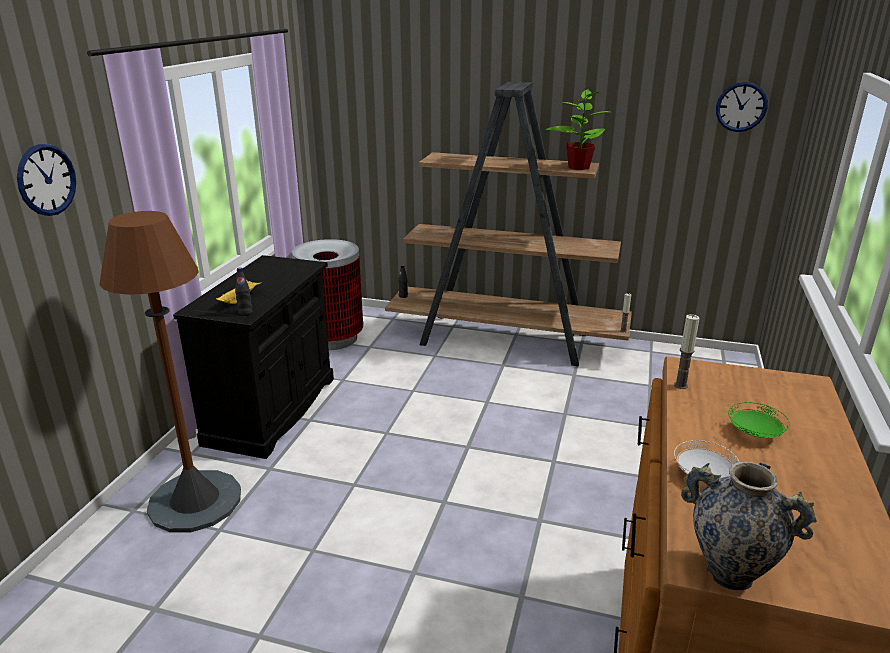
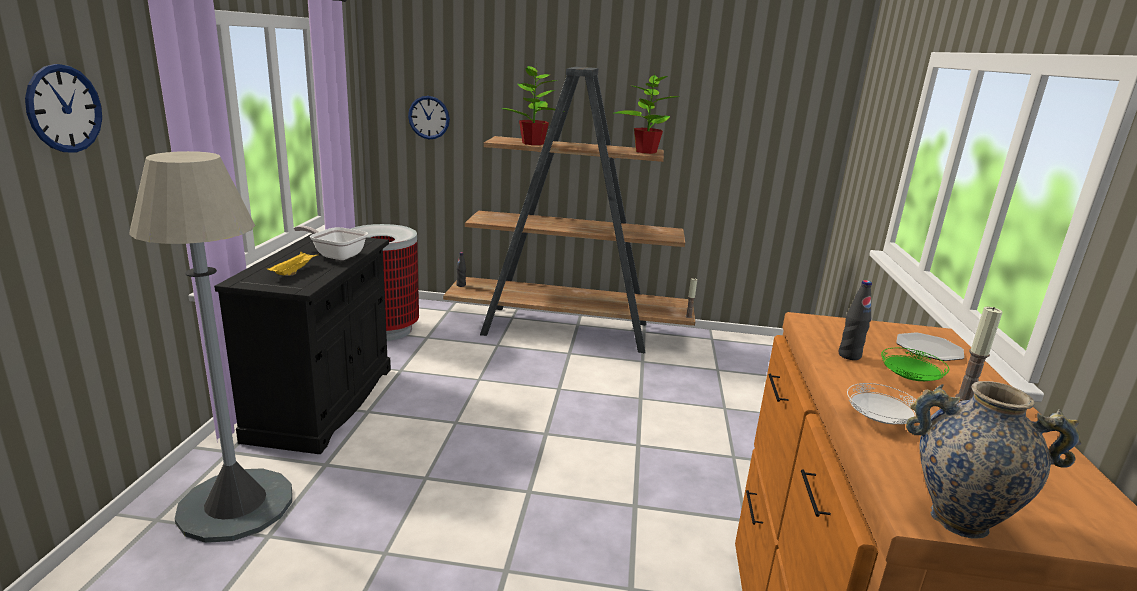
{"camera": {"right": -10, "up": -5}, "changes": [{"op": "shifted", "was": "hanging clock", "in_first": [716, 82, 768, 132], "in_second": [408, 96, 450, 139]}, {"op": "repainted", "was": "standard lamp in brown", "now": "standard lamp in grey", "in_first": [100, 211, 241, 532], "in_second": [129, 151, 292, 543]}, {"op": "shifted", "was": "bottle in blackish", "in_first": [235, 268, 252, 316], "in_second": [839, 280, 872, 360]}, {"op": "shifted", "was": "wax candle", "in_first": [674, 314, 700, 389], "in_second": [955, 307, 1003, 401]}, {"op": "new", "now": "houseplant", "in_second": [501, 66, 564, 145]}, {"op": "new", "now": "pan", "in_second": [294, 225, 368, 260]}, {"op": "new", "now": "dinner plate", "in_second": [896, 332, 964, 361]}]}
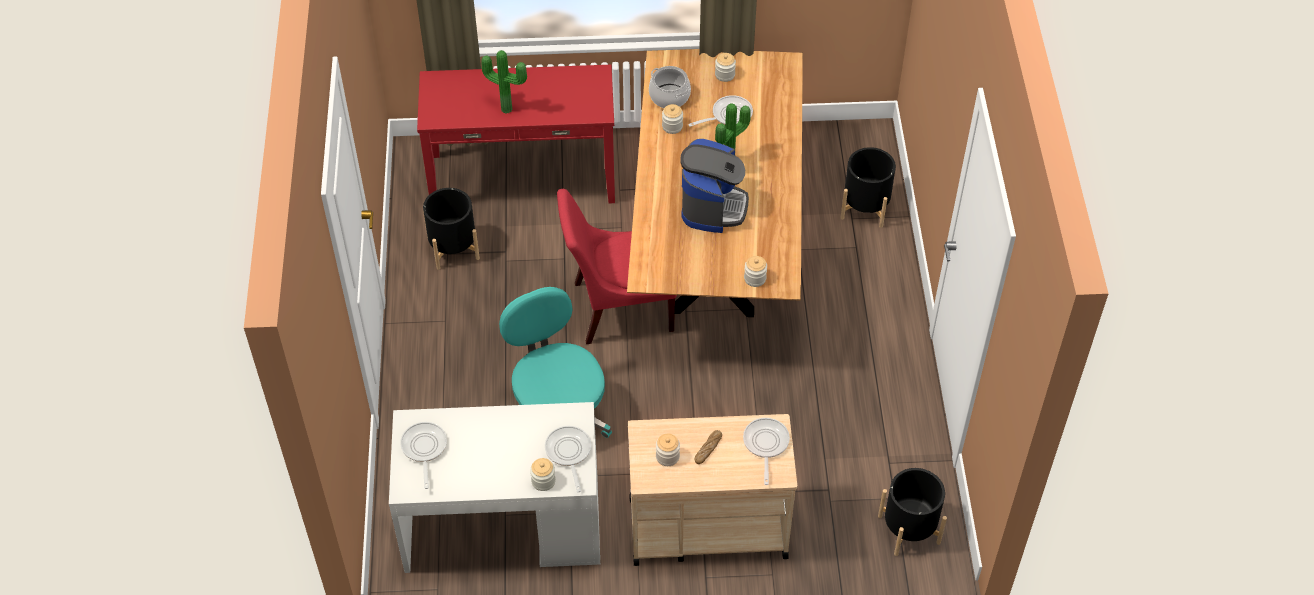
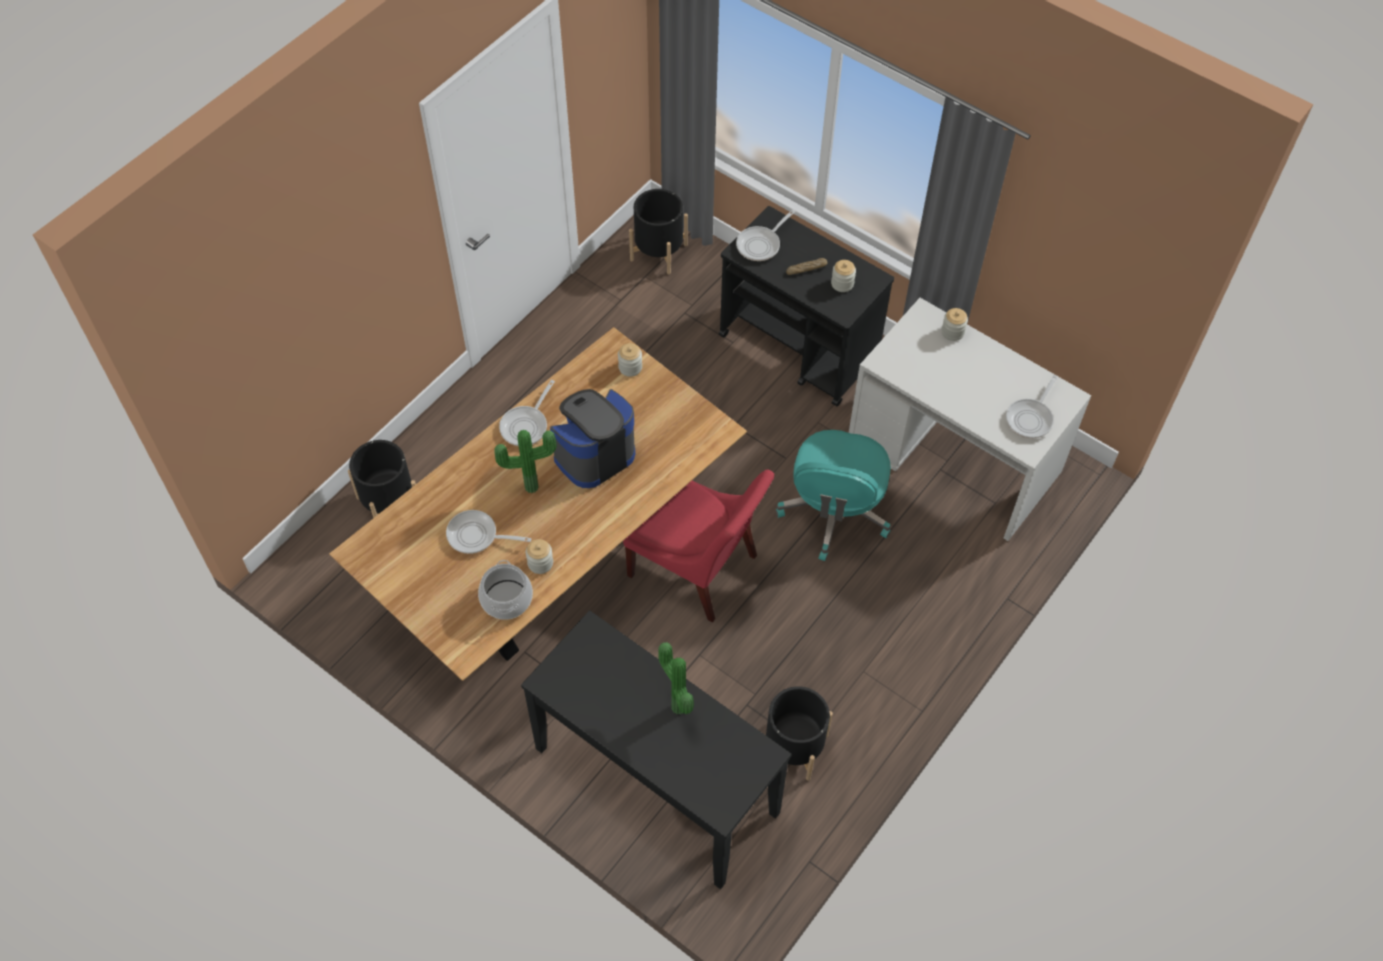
{"camera": {"right": -140, "up": 5}, "changes": [{"op": "gone", "was": "preserve jar", "in_first": [715, 53, 736, 82]}, {"op": "repainted", "was": "hall table in reddish", "now": "hall table in blackish", "in_first": [417, 65, 615, 203], "in_second": [521, 610, 792, 889]}, {"op": "repainted", "was": "trolley in beige-coloured", "now": "trolley in blackish", "in_first": [628, 414, 797, 566], "in_second": [719, 206, 894, 406]}, {"op": "shifted", "was": "pan", "in_first": [545, 426, 591, 492], "in_second": [499, 380, 555, 446]}]}
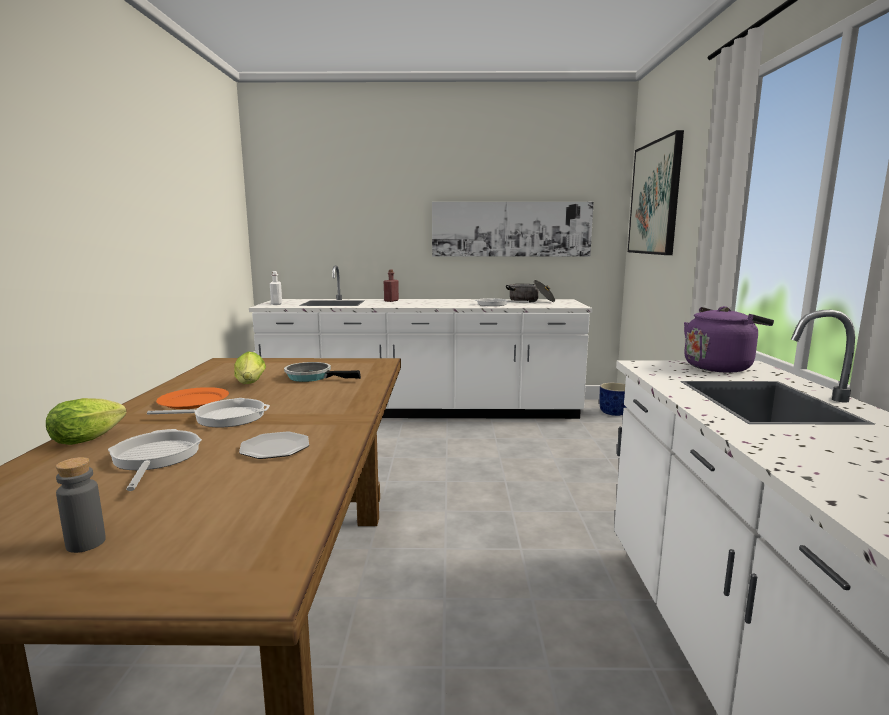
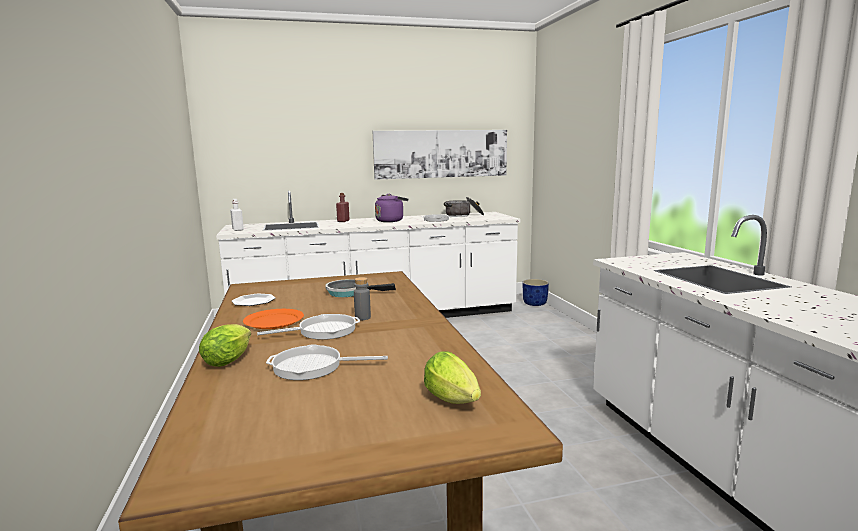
{"camera": {"right": -15, "up": 0}, "changes": [{"op": "gone", "was": "picture", "in_first": [628, 130, 684, 255]}, {"op": "shifted", "was": "tea kettle in purple", "in_first": [684, 306, 774, 372], "in_second": [375, 194, 408, 222]}, {"op": "shifted", "was": "lettuce", "in_first": [234, 351, 266, 384], "in_second": [424, 352, 481, 404]}, {"op": "rotated", "was": "pan", "in_first": [108, 429, 202, 491], "in_second": [266, 344, 388, 380], "clockwise": -60}, {"op": "shifted", "was": "dinner plate", "in_first": [239, 431, 309, 459], "in_second": [232, 294, 275, 306]}, {"op": "shifted", "was": "bottle in grey", "in_first": [56, 457, 106, 553], "in_second": [354, 277, 371, 320]}]}
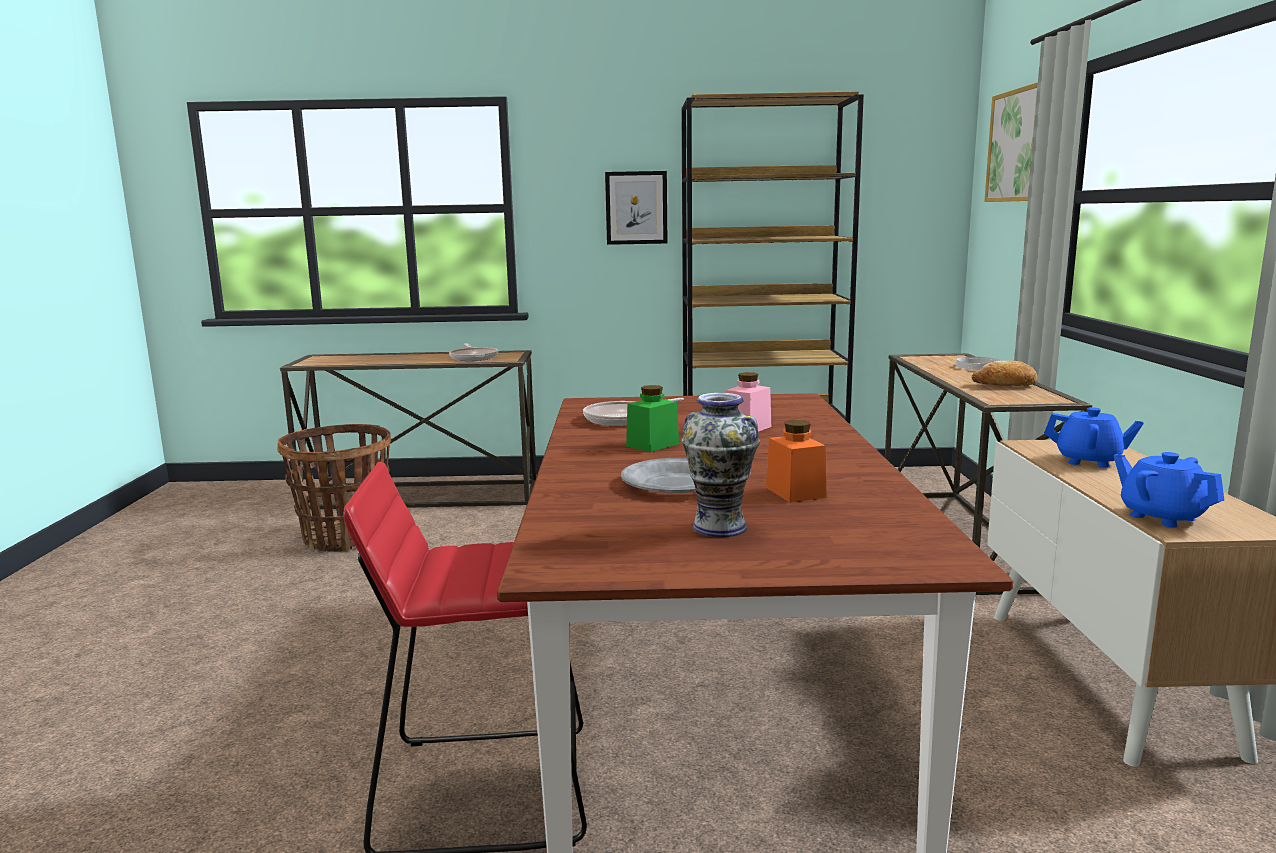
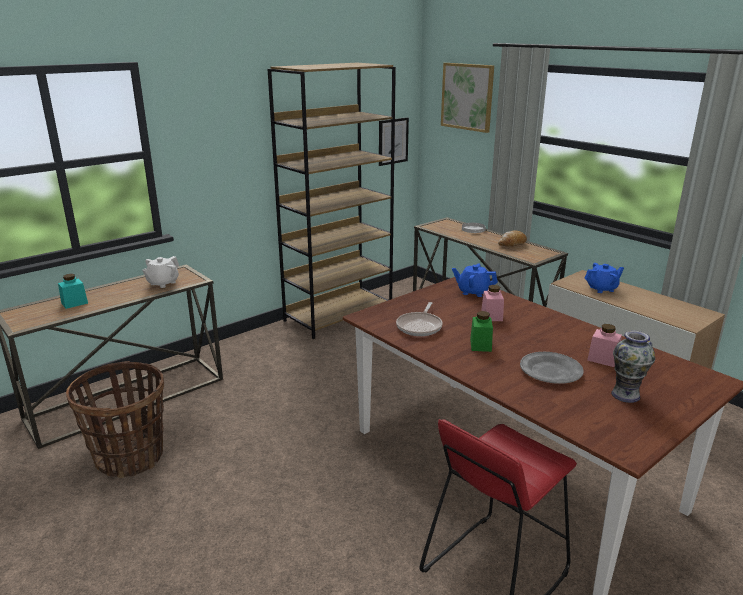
{"camera": {"right": -40, "up": 10}, "changes": [{"op": "shifted", "was": "picture", "in_first": [605, 171, 668, 245], "in_second": [379, 117, 409, 166]}, {"op": "swapped", "was": "pan", "now": "teapot in whitish", "in_first": [449, 343, 498, 361], "in_second": [142, 256, 179, 288]}, {"op": "repainted", "was": "preserve jar in orange", "now": "preserve jar in pinkish", "in_first": [766, 420, 826, 502], "in_second": [587, 324, 622, 367]}, {"op": "shifted", "was": "teapot in blue", "in_first": [1114, 452, 1224, 527], "in_second": [452, 264, 498, 297]}, {"op": "new", "now": "preserve jar in turquoise-coloured", "in_second": [58, 274, 88, 309]}]}
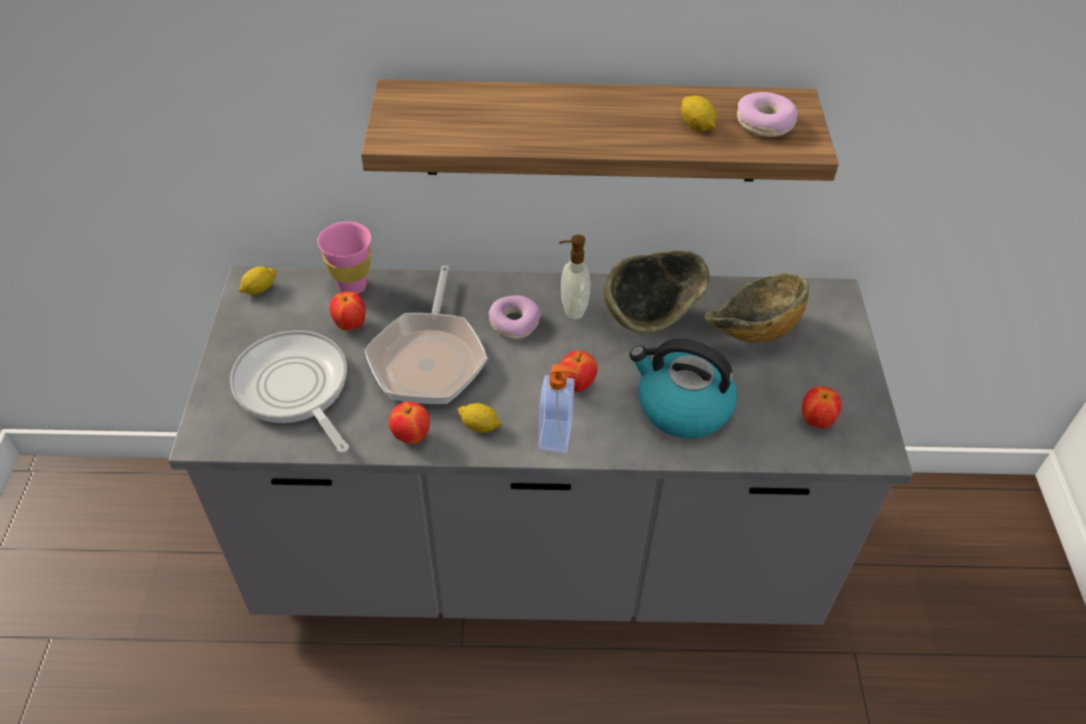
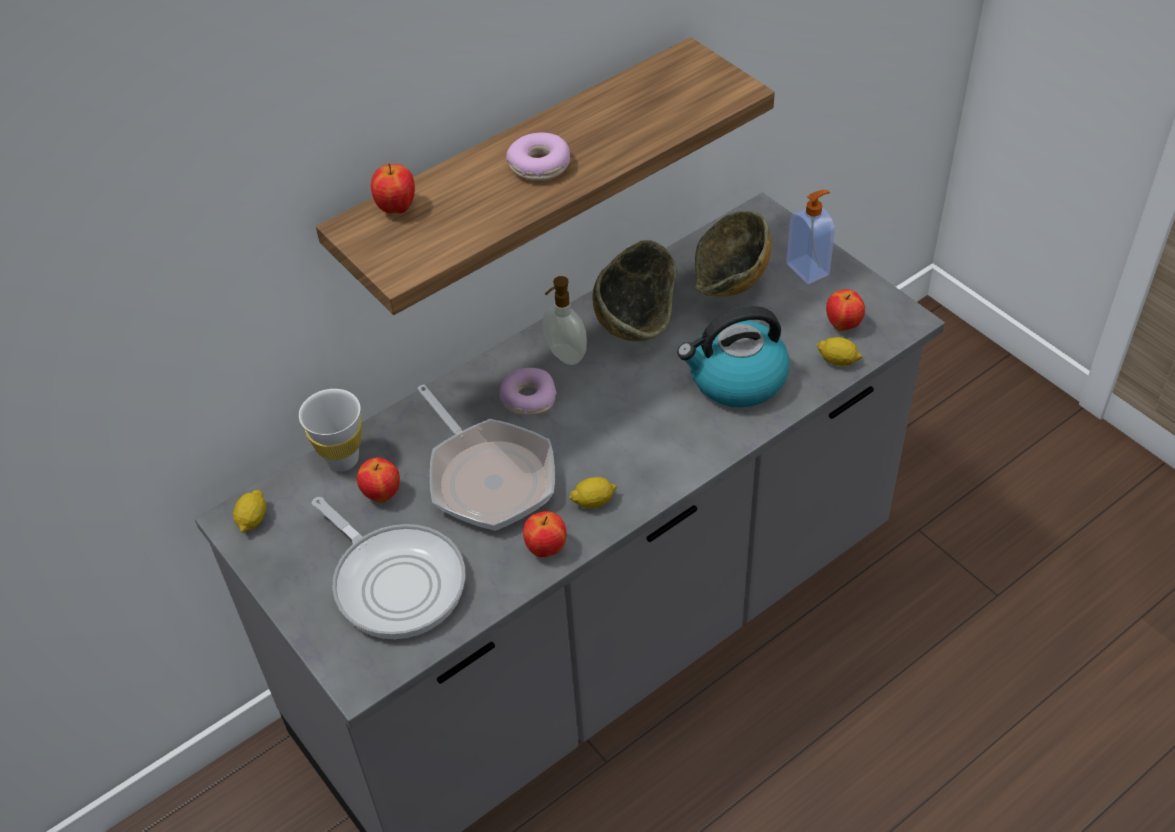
{"camera": {"right": -35, "up": 0}, "changes": [{"op": "shifted", "was": "donut", "in_first": [737, 92, 798, 137], "in_second": [506, 133, 570, 181]}, {"op": "shifted", "was": "lemon", "in_first": [681, 96, 716, 131], "in_second": [816, 337, 862, 366]}, {"op": "repainted", "was": "cup in pinkish", "now": "cup in whitish", "in_first": [317, 222, 371, 294], "in_second": [299, 389, 362, 472]}, {"op": "rotated", "was": "pan", "in_first": [230, 330, 349, 453], "in_second": [312, 497, 466, 639], "clockwise": -150}, {"op": "shifted", "was": "apple", "in_first": [560, 351, 598, 392], "in_second": [371, 164, 415, 214]}, {"op": "shifted", "was": "soap dispenser", "in_first": [539, 364, 577, 453], "in_second": [786, 190, 835, 284]}]}
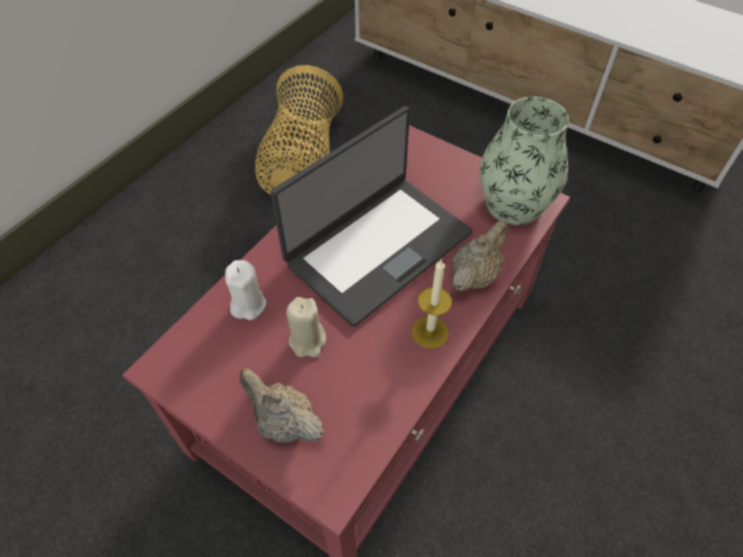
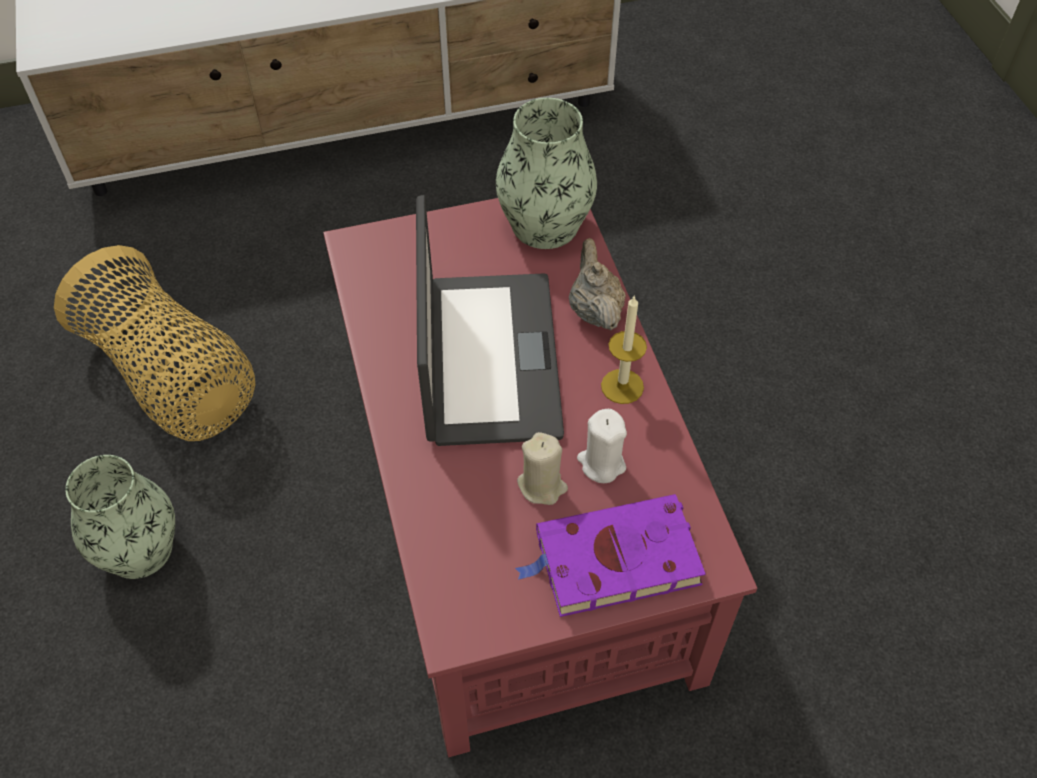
{"camera": {"right": -50, "up": 0}, "changes": [{"op": "shifted", "was": "wax candle in whitish", "in_first": [225, 260, 267, 320], "in_second": [577, 409, 627, 483]}, {"op": "swapped", "was": "teapot in beige-coloured", "now": "volume in purple", "in_first": [239, 368, 324, 442], "in_second": [515, 494, 706, 617]}, {"op": "new", "now": "flower vase", "in_second": [65, 455, 175, 579]}]}
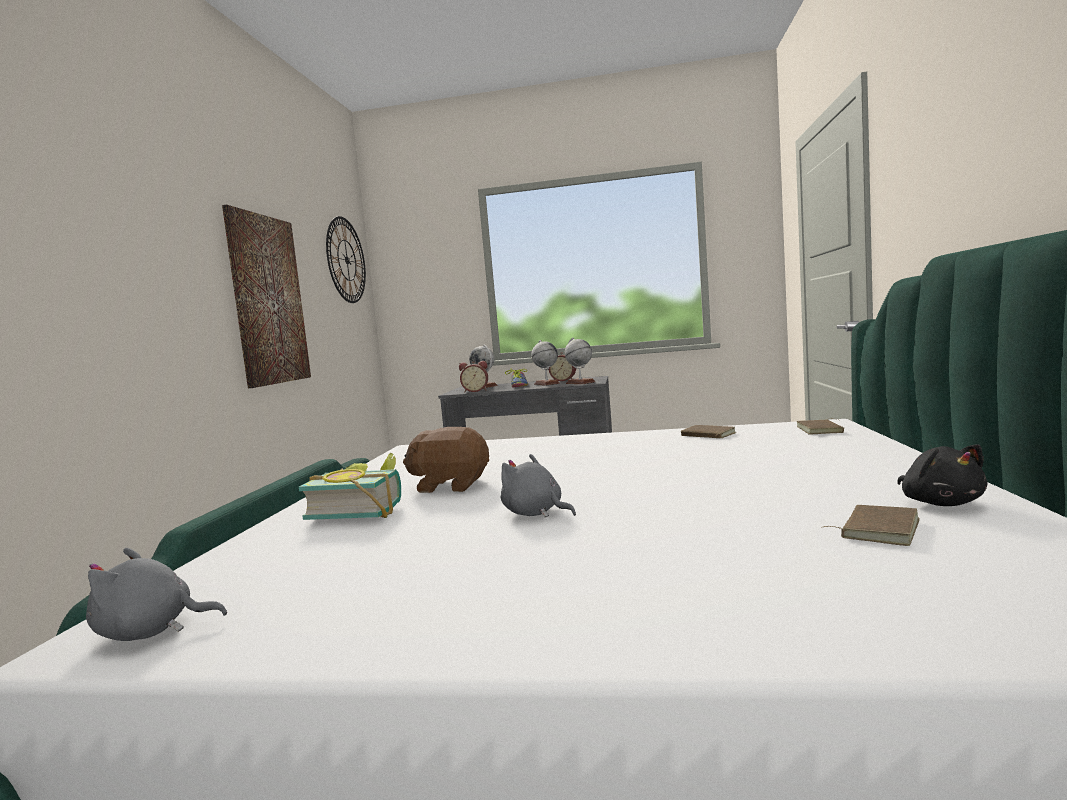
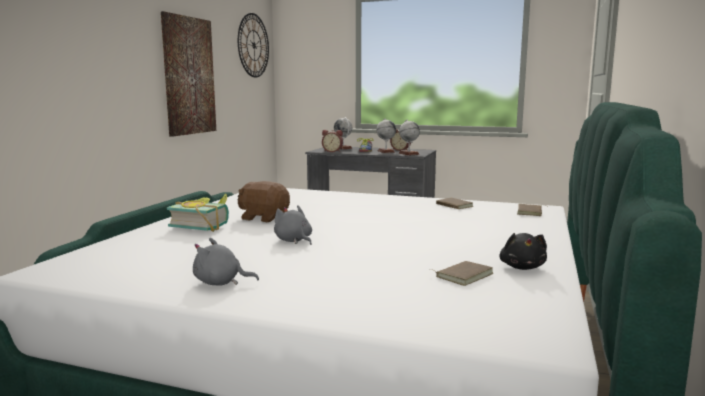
{"camera": {"right": 10, "up": 5}, "changes": [{"op": "shifted", "was": "plush toy in grey", "in_first": [86, 548, 227, 641], "in_second": [193, 238, 259, 286]}]}
